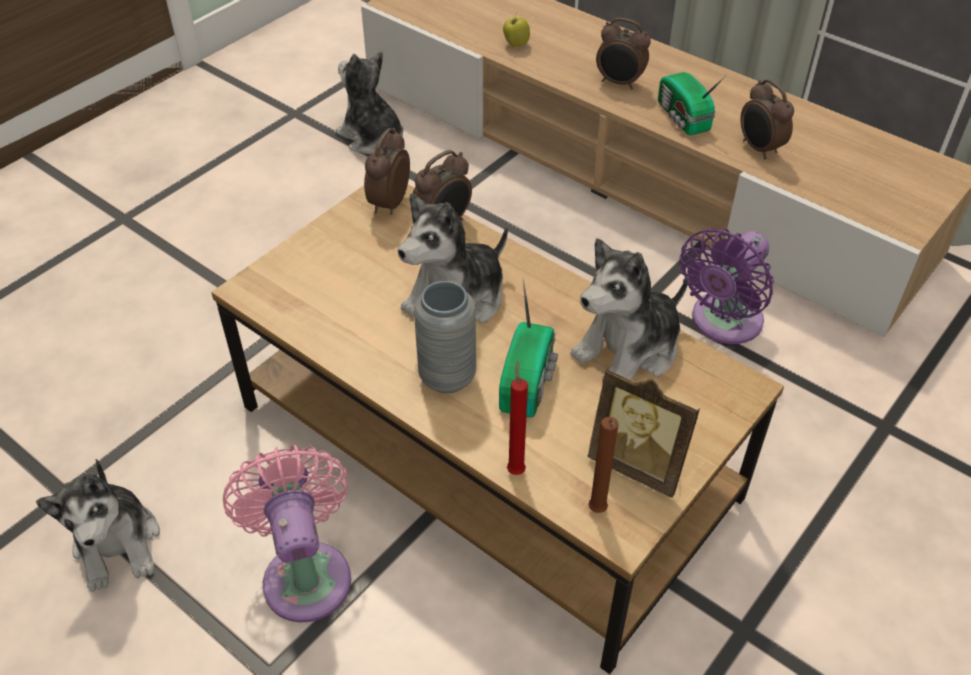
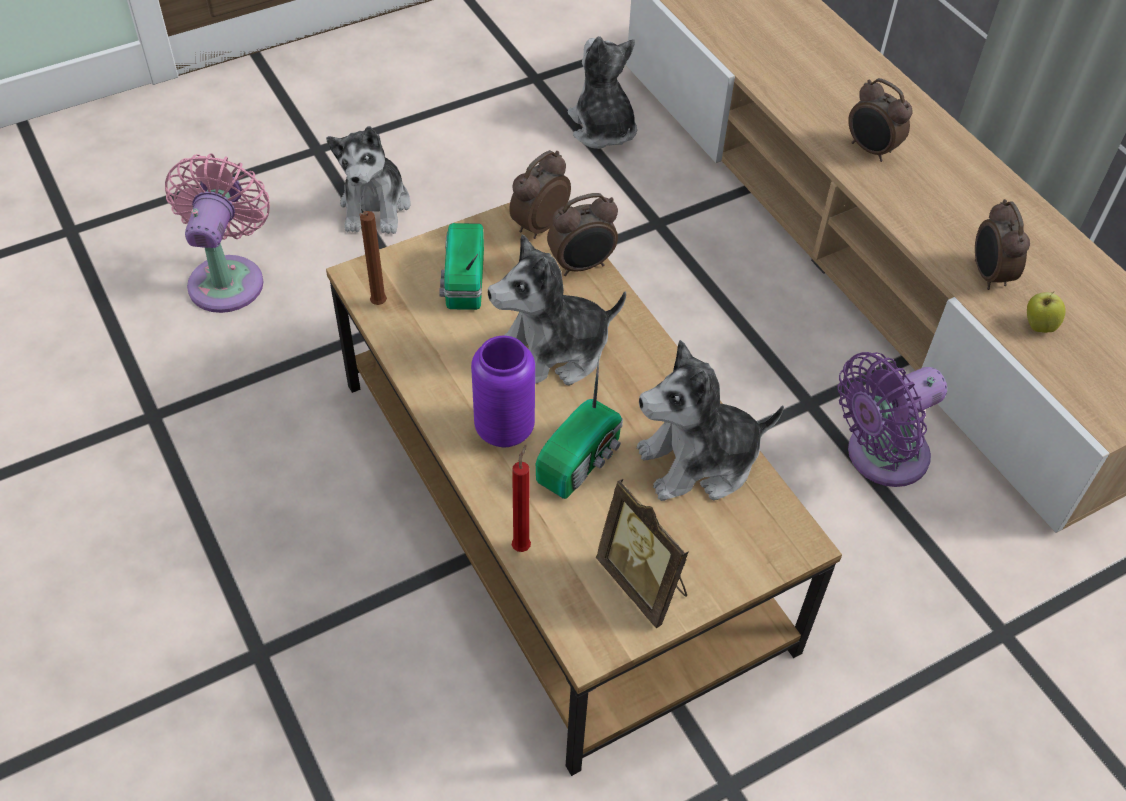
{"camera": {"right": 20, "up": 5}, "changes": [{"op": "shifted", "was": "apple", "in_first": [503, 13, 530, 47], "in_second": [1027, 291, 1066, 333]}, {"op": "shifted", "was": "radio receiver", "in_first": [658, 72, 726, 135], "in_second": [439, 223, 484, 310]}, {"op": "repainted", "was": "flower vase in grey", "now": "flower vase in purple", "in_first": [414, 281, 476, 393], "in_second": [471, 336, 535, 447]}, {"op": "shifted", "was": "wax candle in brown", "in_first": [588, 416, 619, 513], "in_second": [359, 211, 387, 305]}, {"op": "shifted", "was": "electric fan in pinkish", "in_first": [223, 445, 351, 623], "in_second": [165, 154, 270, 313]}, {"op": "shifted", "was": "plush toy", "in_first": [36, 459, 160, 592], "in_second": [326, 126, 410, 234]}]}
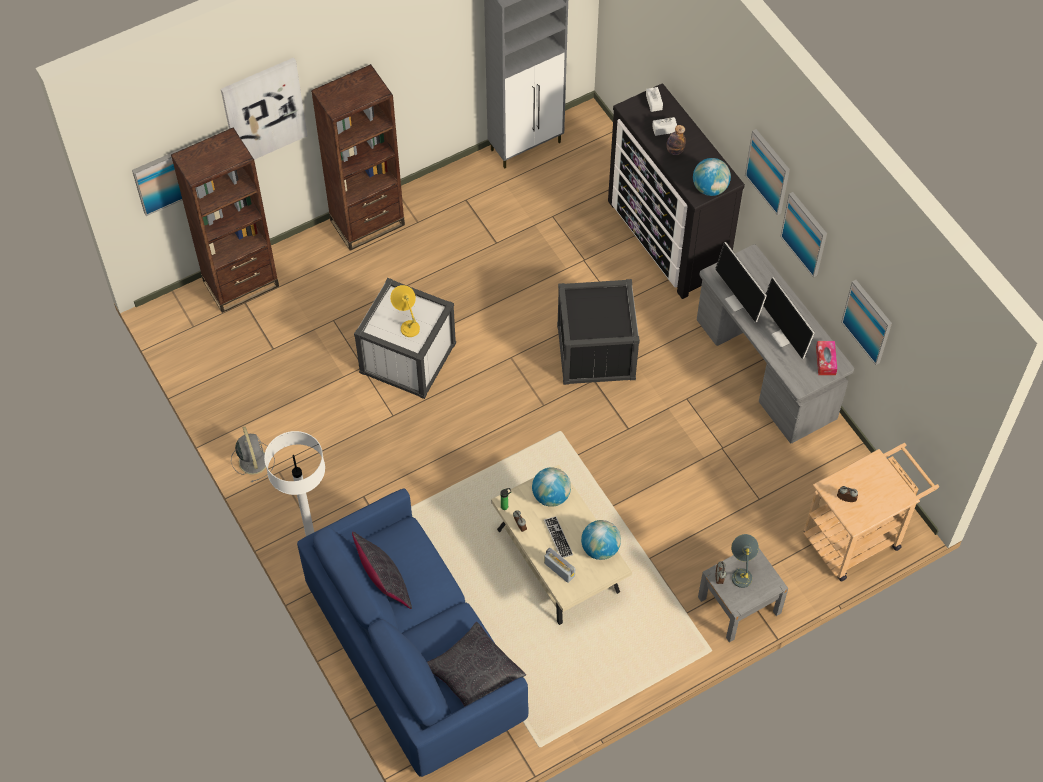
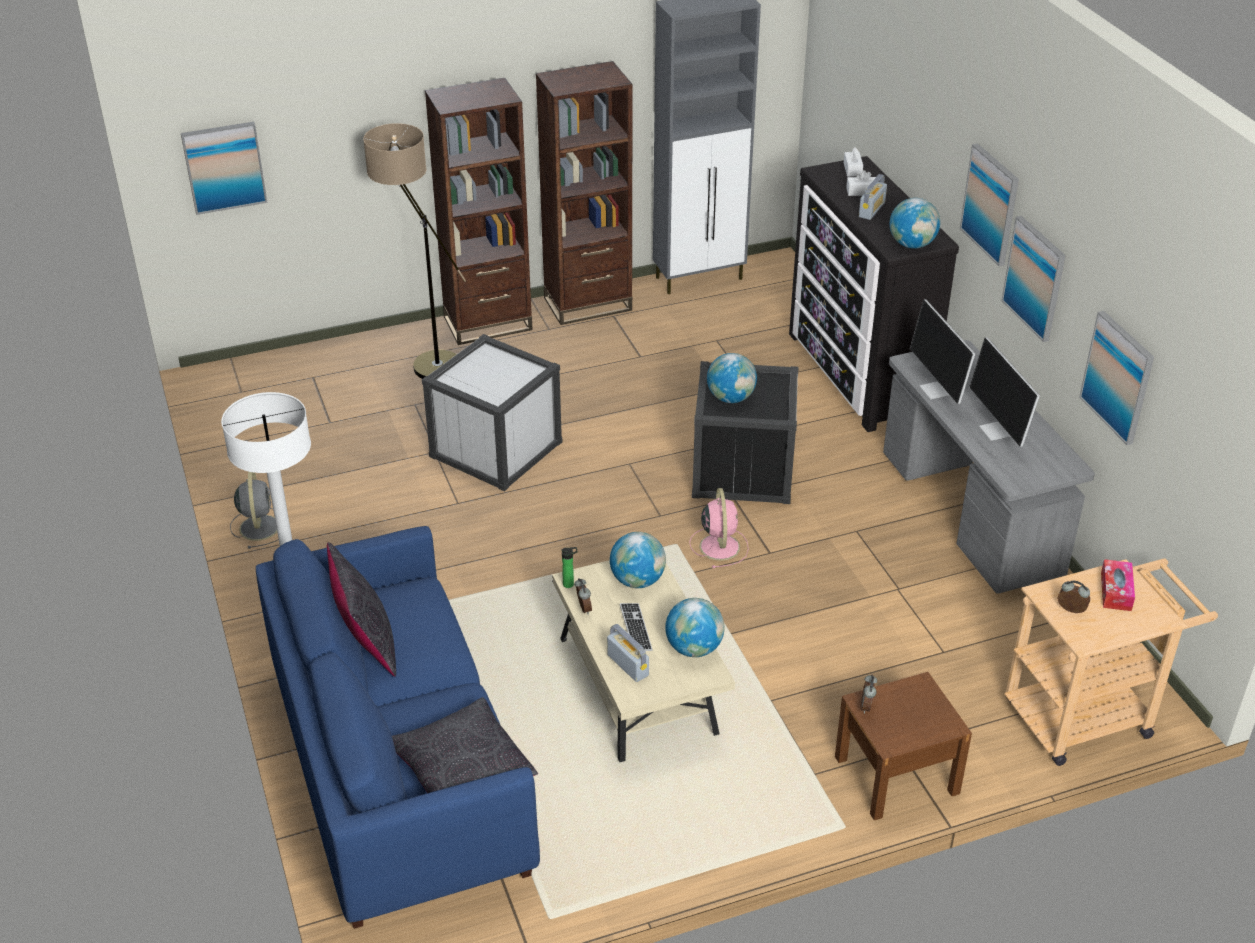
{"camera": {"right": 10, "up": -20}, "changes": [{"op": "gone", "was": "picture", "in_first": [221, 58, 308, 160]}, {"op": "swapped", "was": "bottle", "now": "radio receiver", "in_first": [667, 125, 686, 155], "in_second": [859, 174, 887, 220]}, {"op": "shifted", "was": "bookcase in brown", "in_first": [171, 128, 279, 313], "in_second": [536, 61, 633, 325]}, {"op": "gone", "was": "lamp for a table in yellowish", "in_first": [390, 285, 420, 337]}, {"op": "shifted", "was": "tissue holder", "in_first": [816, 341, 837, 375], "in_second": [1101, 559, 1135, 611]}, {"op": "gone", "was": "lamp for a table in grey", "in_first": [731, 534, 759, 588]}, {"op": "repainted", "was": "nightstand in grey", "now": "nightstand in brown", "in_first": [698, 548, 788, 642], "in_second": [835, 672, 972, 820]}, {"op": "new", "now": "standard lamp", "in_second": [363, 123, 466, 379]}, {"op": "new", "now": "globe", "in_second": [707, 353, 757, 403]}, {"op": "new", "now": "electric fan in pinkish", "in_second": [689, 488, 749, 568]}]}
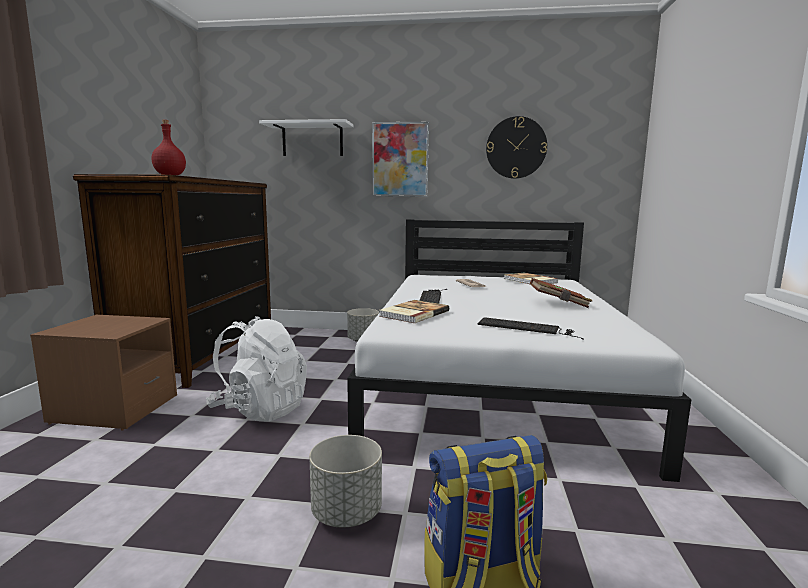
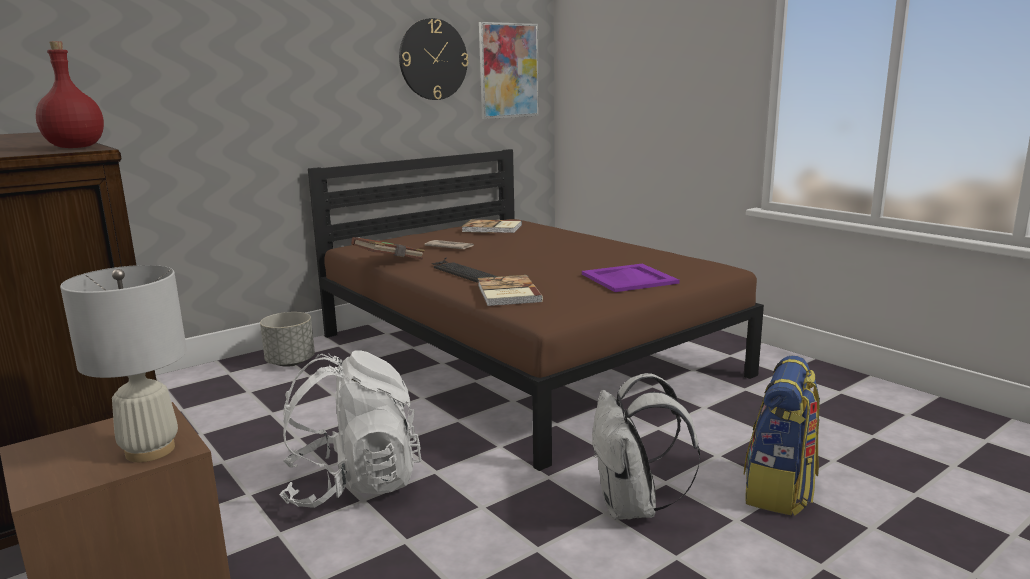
{"camera": {"right": -45, "up": 5}, "changes": [{"op": "gone", "was": "shelf in whitish", "in_first": [259, 119, 354, 156]}, {"op": "shifted", "was": "picture", "in_first": [372, 122, 429, 197], "in_second": [479, 22, 539, 119]}, {"op": "repainted", "was": "bedroom bed in whitish", "now": "bedroom bed in brown", "in_first": [347, 219, 691, 482], "in_second": [308, 149, 764, 471]}, {"op": "shifted", "was": "volume in brown", "in_first": [530, 278, 592, 308], "in_second": [351, 237, 425, 260]}, {"op": "swapped", "was": "keyboard", "now": "carrying tray in purple", "in_first": [478, 317, 584, 340], "in_second": [582, 264, 680, 292]}, {"op": "swapped", "was": "flower pot in grey", "now": "backpack in whitish", "in_first": [309, 435, 382, 528], "in_second": [592, 373, 700, 520]}, {"op": "new", "now": "lamp for a table in whitish", "in_second": [60, 265, 187, 462]}]}
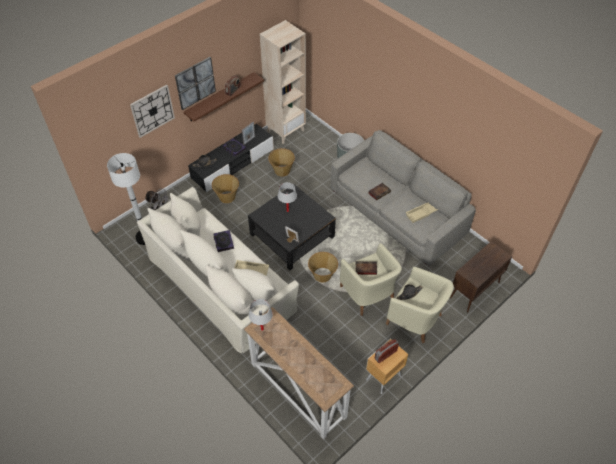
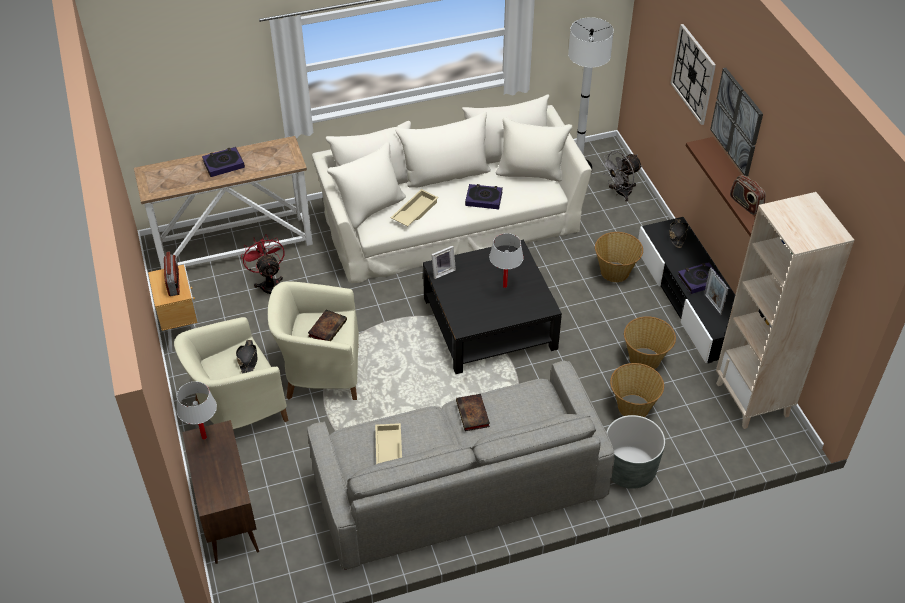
{"camera": {"right": 115, "up": -5}, "changes": [{"op": "shifted", "was": "basket", "in_first": [308, 252, 338, 283], "in_second": [610, 363, 664, 417]}, {"op": "shifted", "was": "lamp for a table in whitish", "in_first": [249, 299, 273, 331], "in_second": [177, 381, 217, 440]}, {"op": "new", "now": "volume", "in_second": [202, 147, 245, 177]}, {"op": "new", "now": "electric fan in reddish", "in_second": [241, 234, 285, 294]}]}
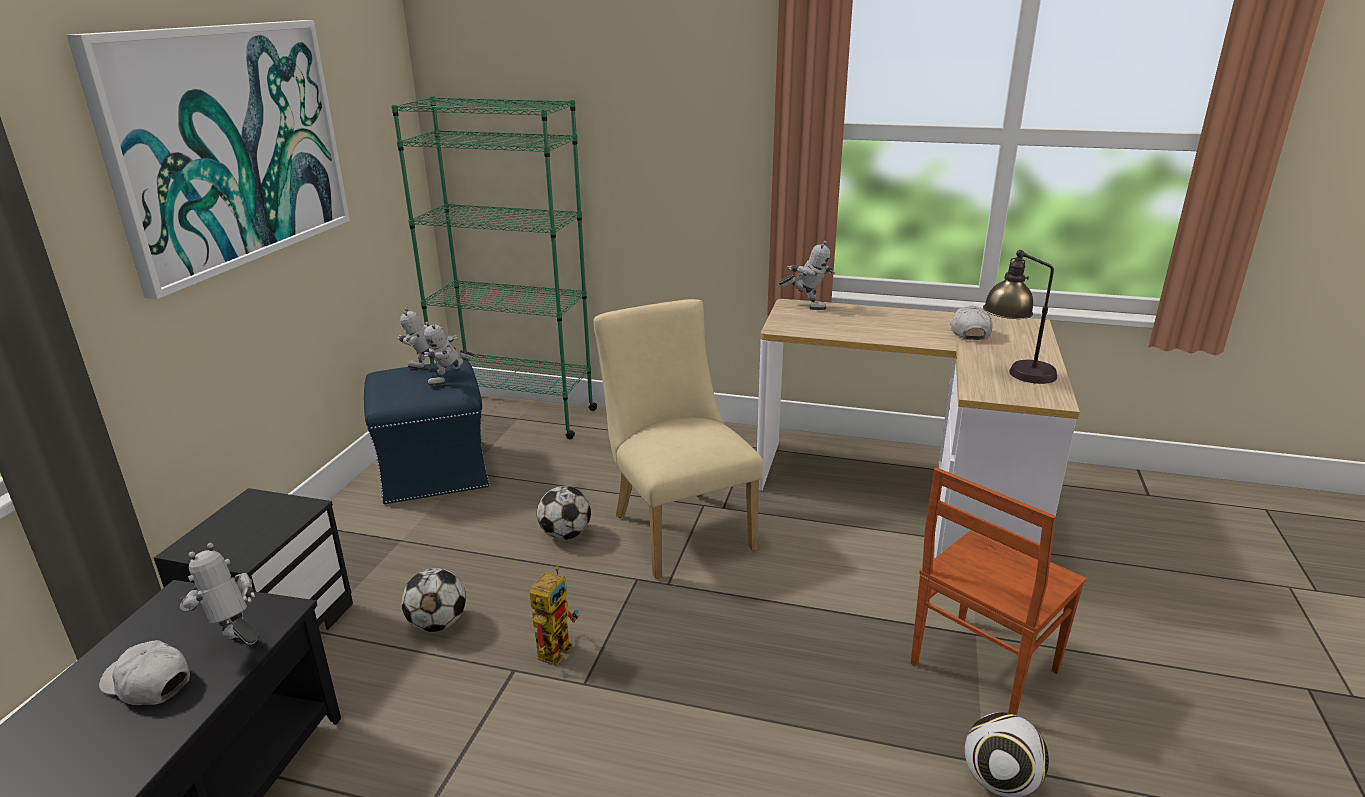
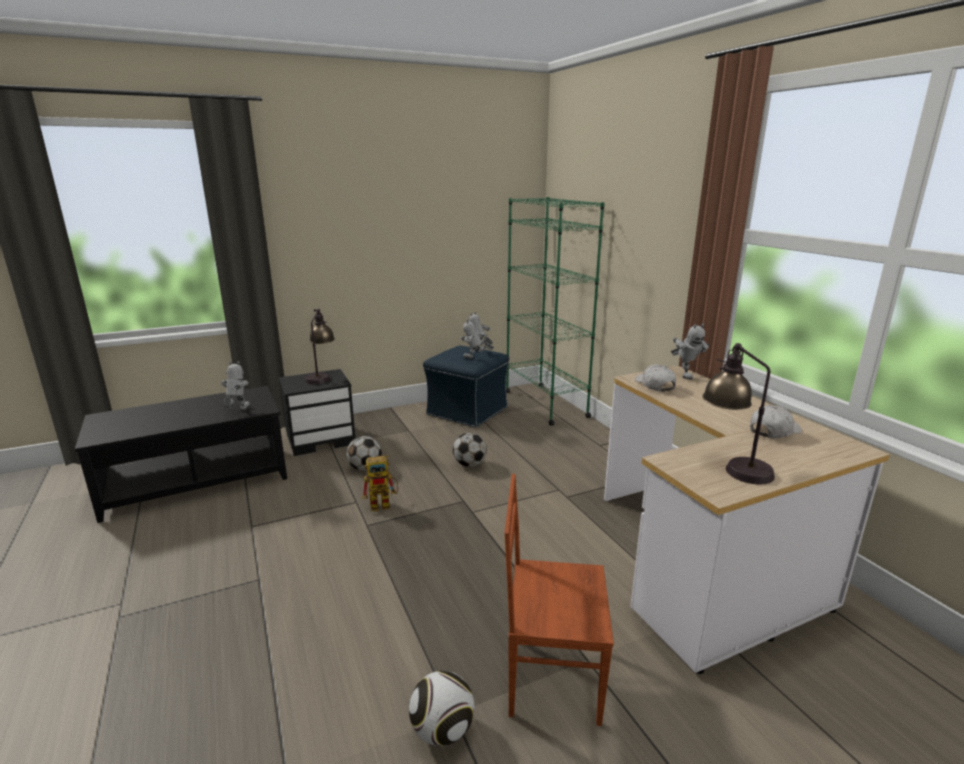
{"camera": {"right": 50, "up": -5}, "changes": [{"op": "gone", "was": "picture", "in_first": [66, 20, 350, 299]}, {"op": "gone", "was": "upright chair in beige-coloured", "in_first": [593, 299, 764, 579]}, {"op": "shifted", "was": "peaked cap in whitish", "in_first": [99, 640, 190, 705], "in_second": [635, 364, 676, 392]}, {"op": "new", "now": "lamp for a table", "in_second": [305, 309, 335, 385]}]}
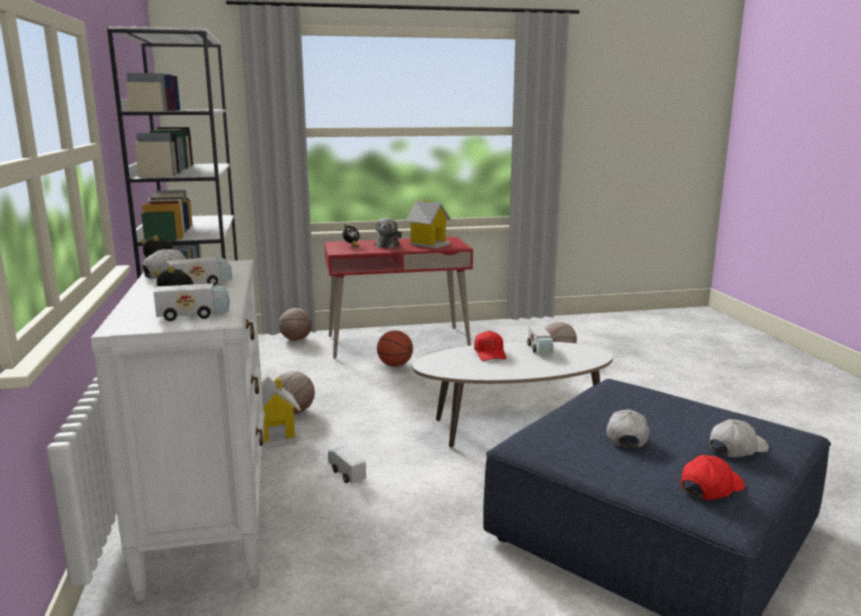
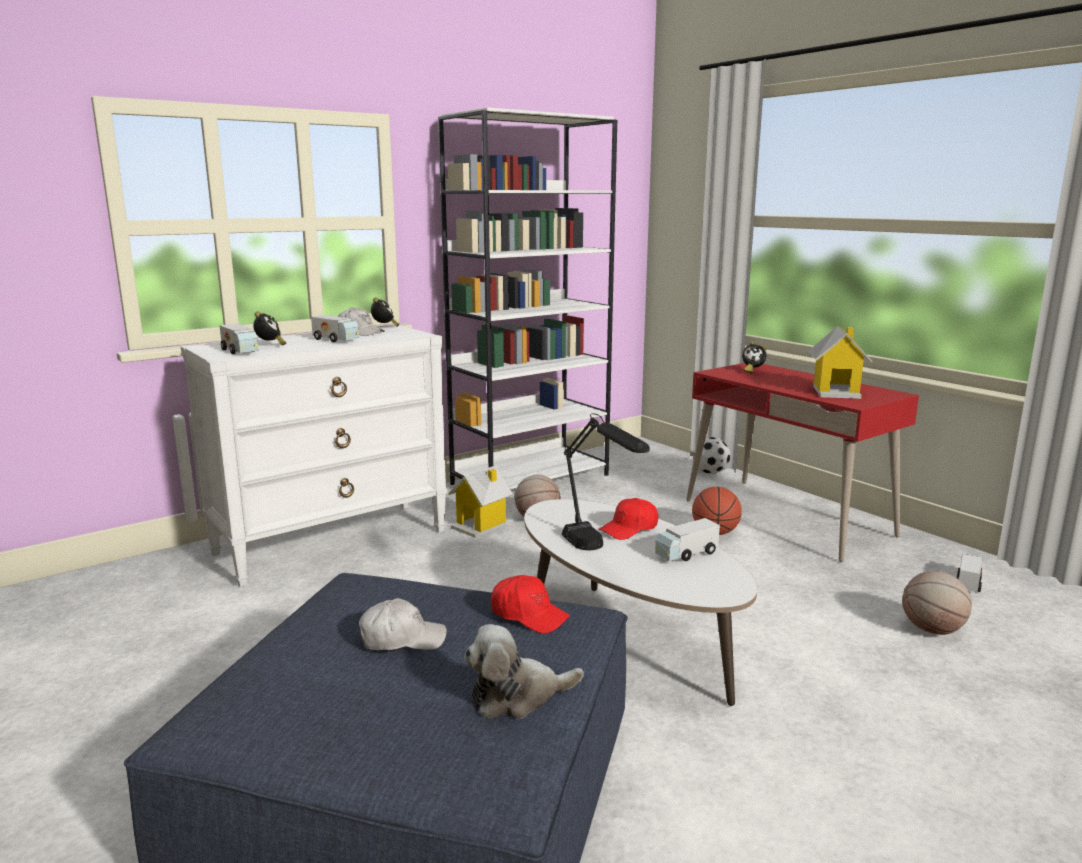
{"camera": {"right": 65, "up": 0}, "changes": [{"op": "shifted", "was": "plush toy", "in_first": [374, 218, 402, 248], "in_second": [464, 624, 584, 719]}, {"op": "swapped", "was": "basketball ball", "now": "football", "in_first": [279, 308, 312, 341], "in_second": [693, 437, 730, 474]}, {"op": "gone", "was": "peaked cap in whitish", "in_first": [709, 419, 769, 457]}, {"op": "shifted", "was": "model truck", "in_first": [328, 446, 366, 483], "in_second": [956, 553, 982, 592]}, {"op": "shifted", "was": "peaked cap in reddish", "in_first": [681, 455, 745, 500], "in_second": [491, 575, 570, 634]}, {"op": "new", "now": "lamp for a table in blackish", "in_second": [562, 413, 650, 550]}]}
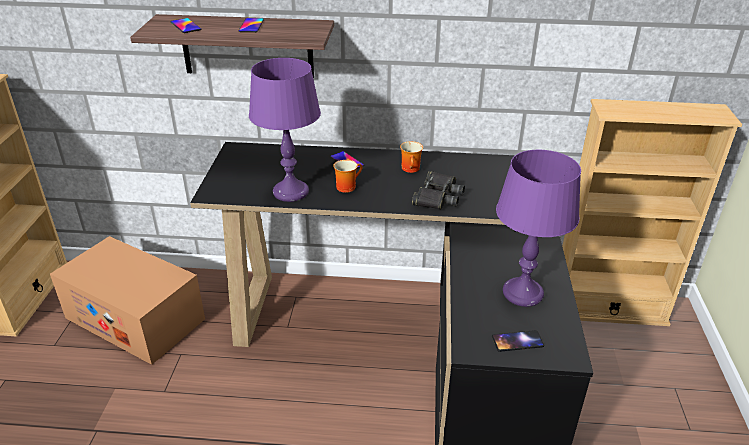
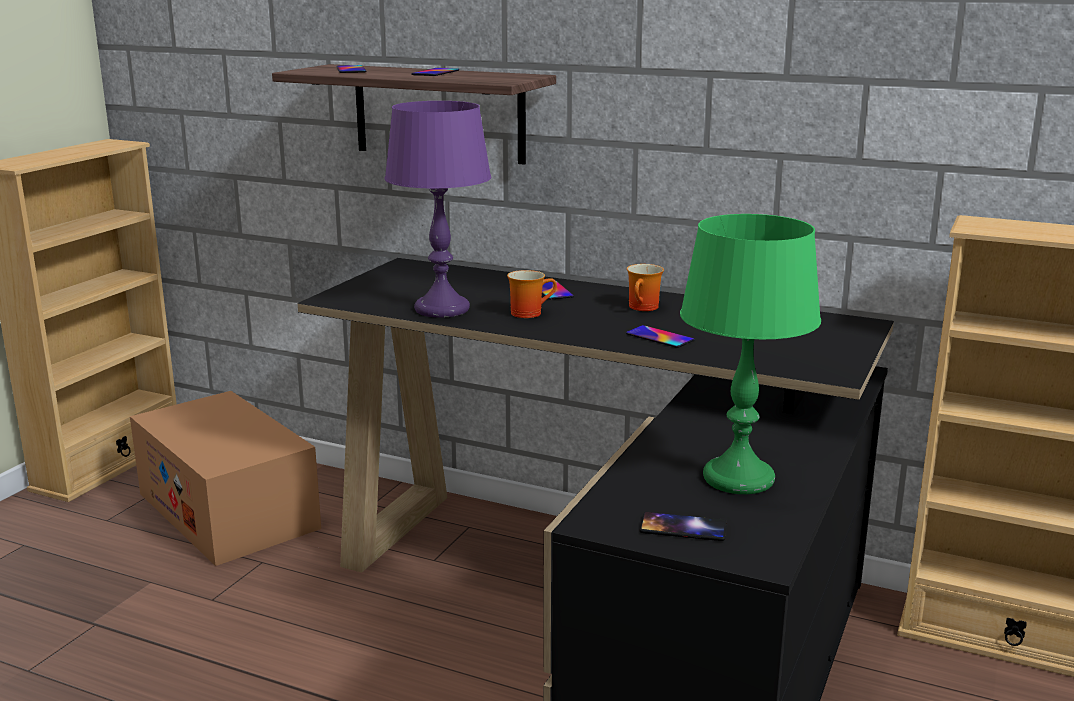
{"camera": {"right": 20, "up": -15}, "changes": [{"op": "repainted", "was": "lamp for a table in purple", "now": "lamp for a table in greenish", "in_first": [496, 150, 581, 307], "in_second": [680, 214, 821, 494]}, {"op": "swapped", "was": "field glasses in blackish", "now": "telephone", "in_first": [412, 171, 465, 209], "in_second": [626, 325, 695, 348]}]}
